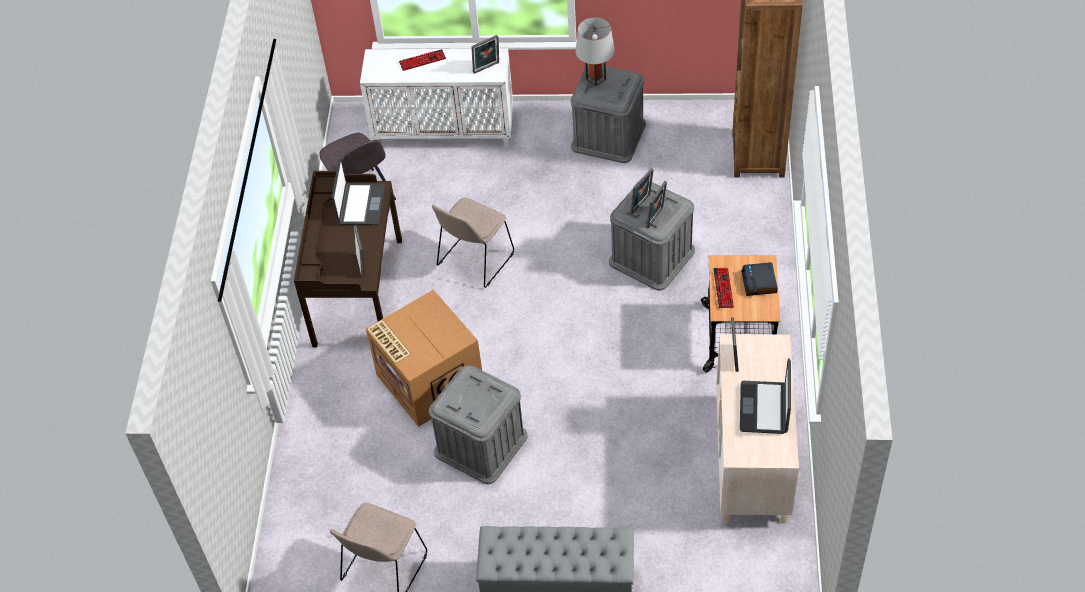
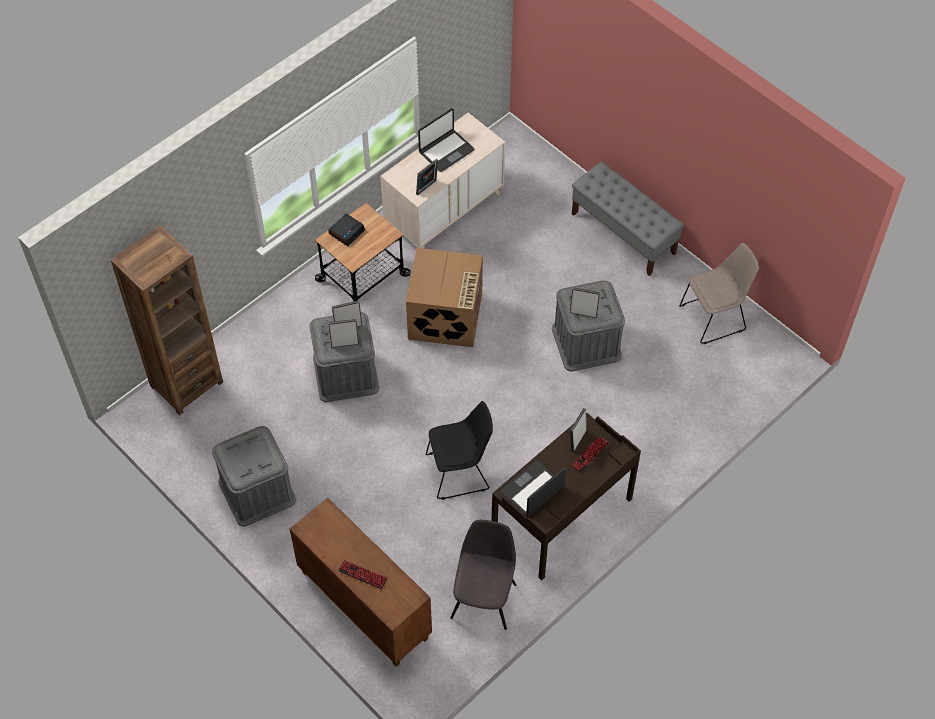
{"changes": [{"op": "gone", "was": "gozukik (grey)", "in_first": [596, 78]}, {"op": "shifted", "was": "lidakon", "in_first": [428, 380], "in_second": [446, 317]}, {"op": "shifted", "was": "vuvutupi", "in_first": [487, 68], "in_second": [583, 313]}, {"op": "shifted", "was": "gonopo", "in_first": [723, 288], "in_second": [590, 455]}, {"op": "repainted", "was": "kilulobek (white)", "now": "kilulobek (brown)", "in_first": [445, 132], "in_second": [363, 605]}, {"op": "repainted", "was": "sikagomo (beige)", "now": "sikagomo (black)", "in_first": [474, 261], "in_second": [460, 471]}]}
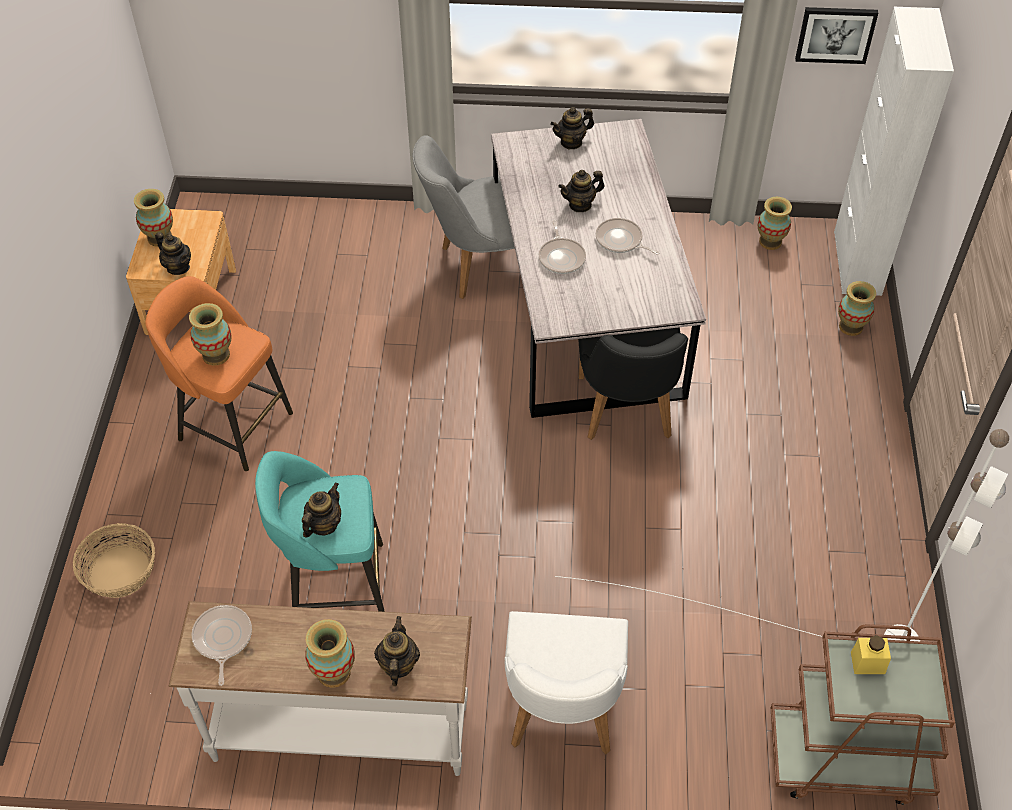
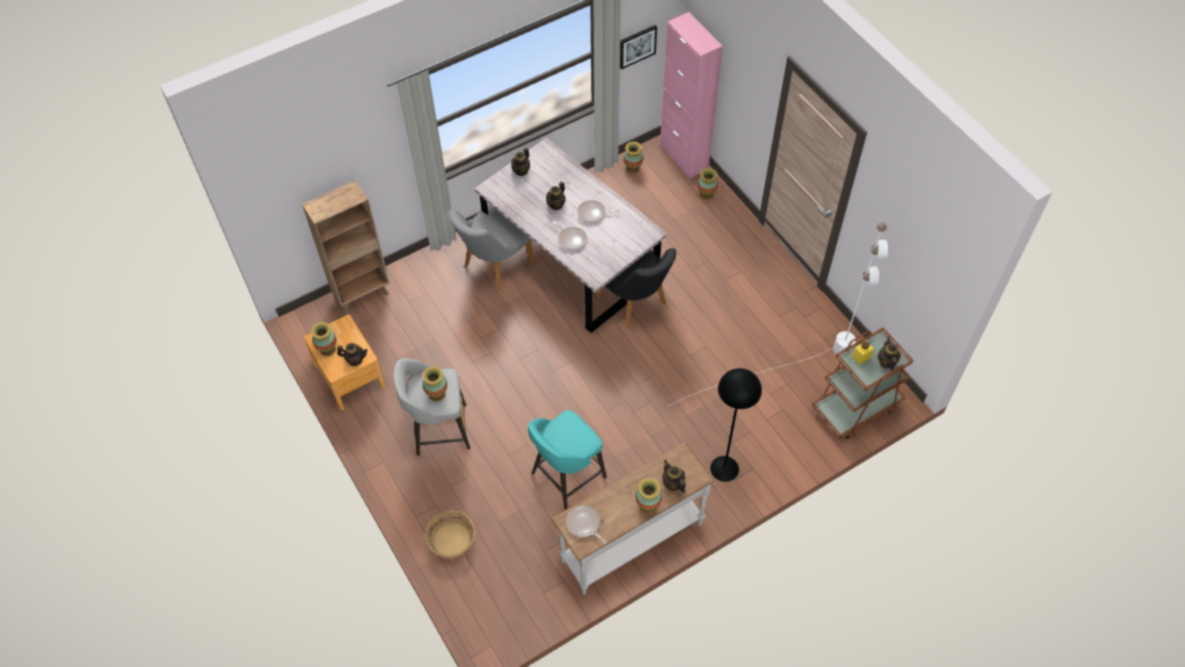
{"changes": [{"op": "new", "now": "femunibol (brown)", "in_second": [363, 294]}, {"op": "shifted", "was": "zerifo", "in_first": [323, 525], "in_second": [886, 362]}, {"op": "swapped", "was": "sikagomo (white)", "now": "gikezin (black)", "in_first": [561, 717], "in_second": [724, 469]}, {"op": "repainted", "was": "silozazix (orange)", "now": "silozazix (grey)", "in_first": [232, 425], "in_second": [439, 429]}, {"op": "repainted", "was": "kilulobek (white)", "now": "kilulobek (pink)", "in_first": [857, 263], "in_second": [684, 157]}]}
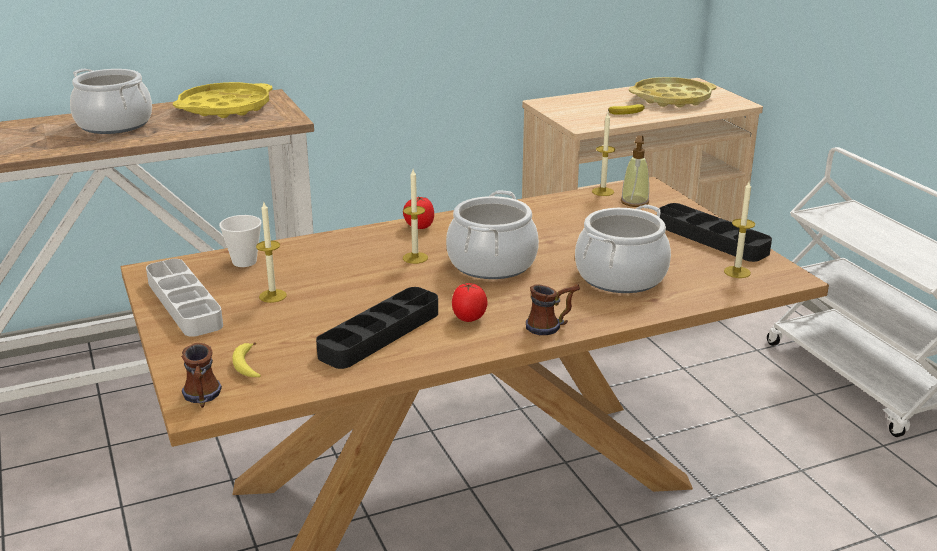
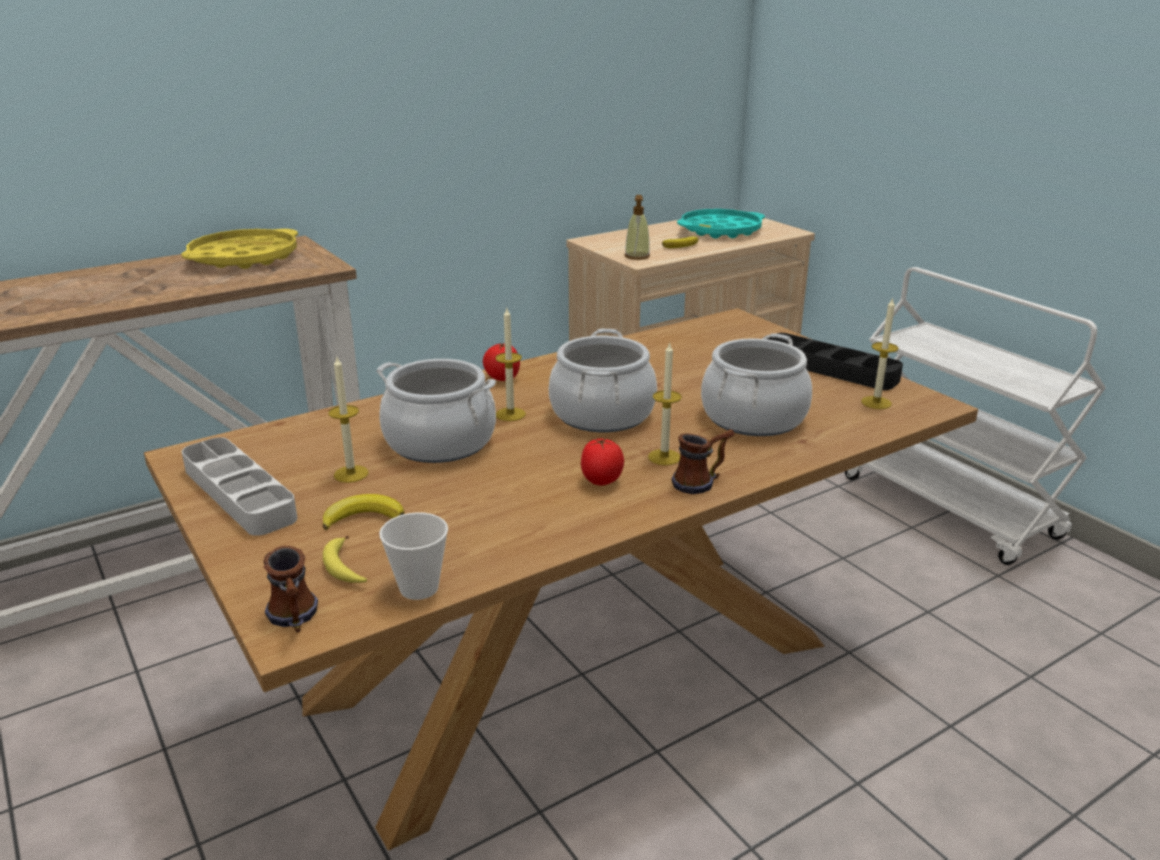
{"changes": [{"op": "gone", "was": "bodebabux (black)", "in_first": [380, 334]}, {"op": "new", "now": "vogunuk", "in_second": [363, 517]}, {"op": "shifted", "was": "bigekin", "in_first": [114, 124], "in_second": [440, 442]}, {"op": "shifted", "was": "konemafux", "in_first": [244, 262], "in_second": [419, 588]}, {"op": "shifted", "was": "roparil", "in_first": [603, 191], "in_second": [664, 457]}, {"op": "shifted", "was": "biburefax", "in_first": [634, 202], "in_second": [637, 256]}, {"op": "repainted", "was": "bodebabux (yellow)", "now": "bodebabux (turquoise)", "in_first": [671, 99], "in_second": [720, 230]}]}
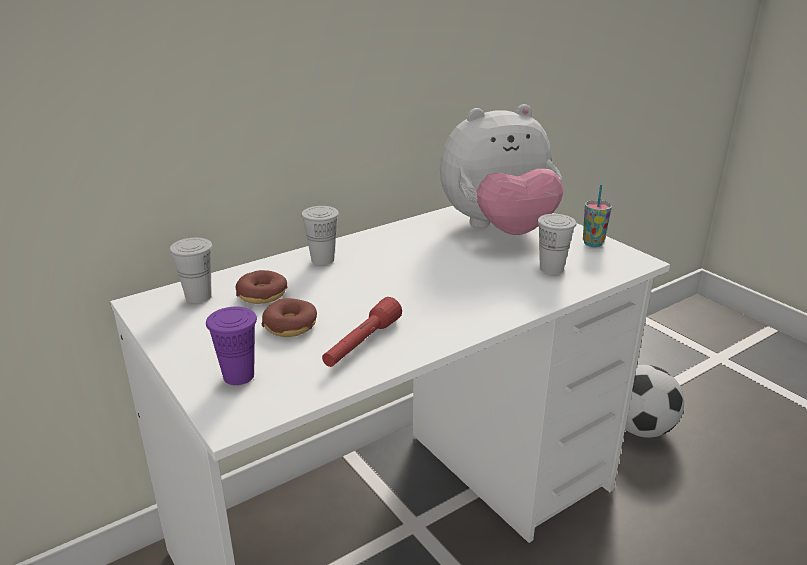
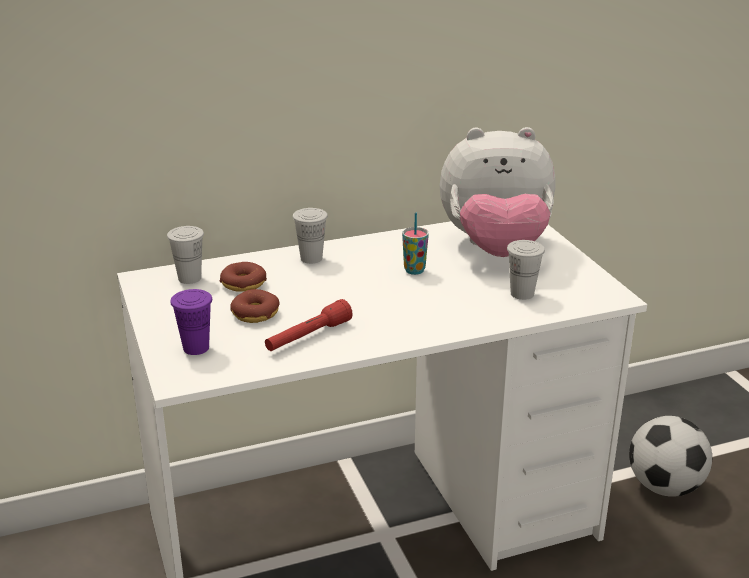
{"changes": [{"op": "shifted", "was": "konemafux", "in_first": [593, 243], "in_second": [414, 270]}]}
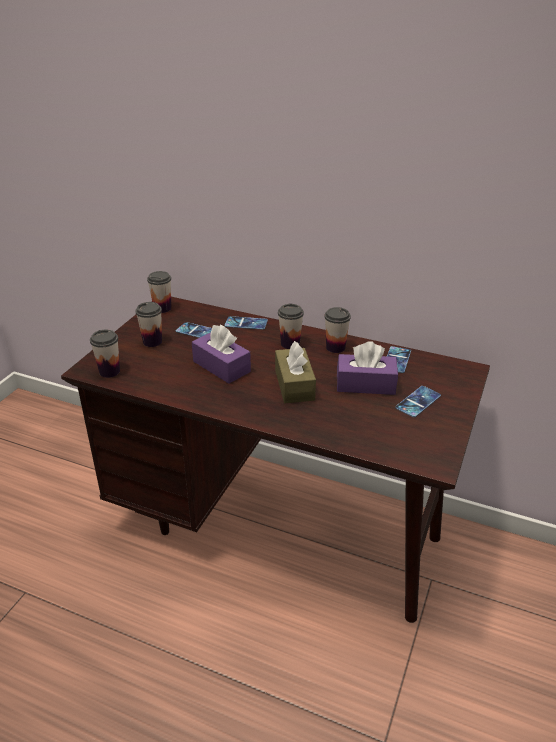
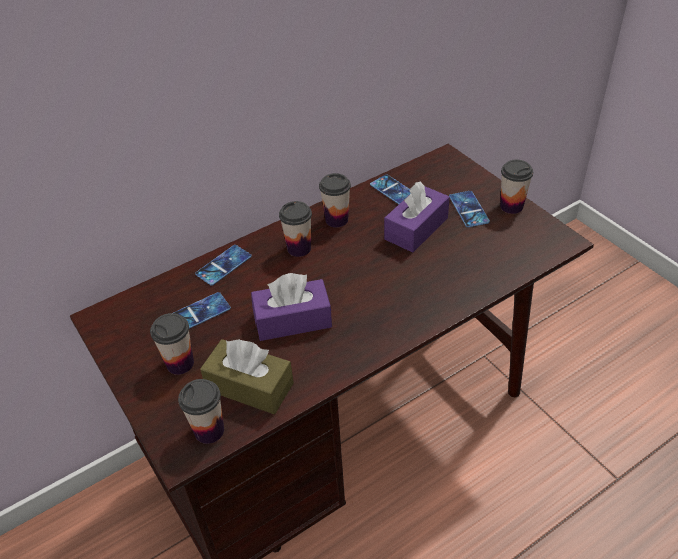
{"changes": [{"op": "shifted", "was": "konemafux", "in_first": [162, 308], "in_second": [511, 206]}, {"op": "shifted", "was": "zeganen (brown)", "in_first": [294, 385], "in_second": [249, 386]}]}
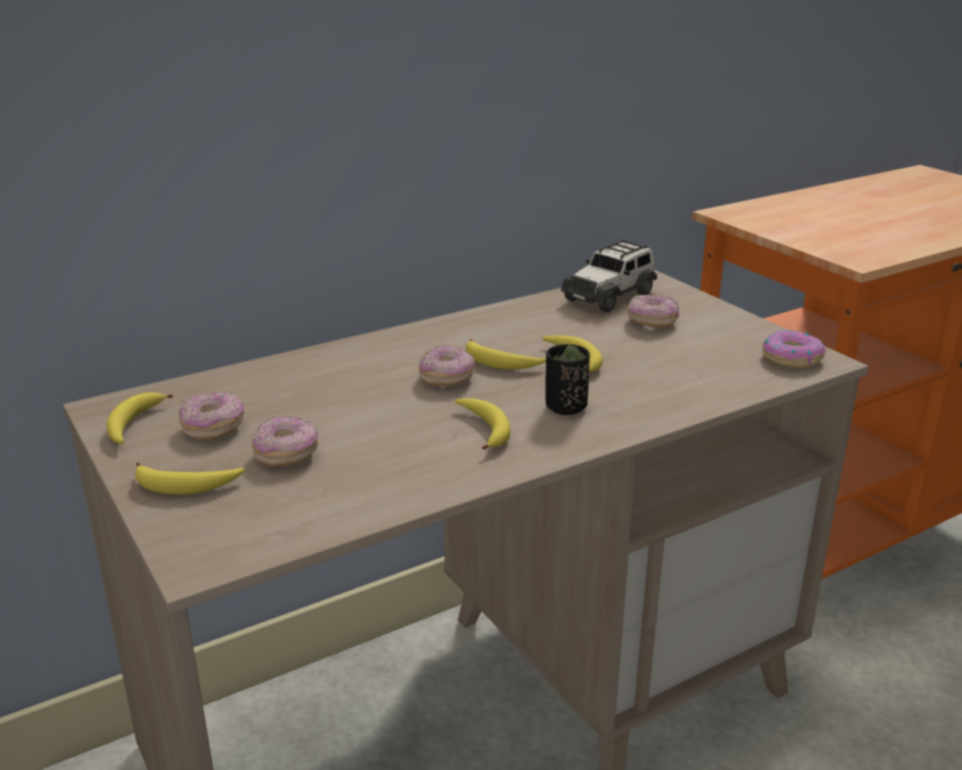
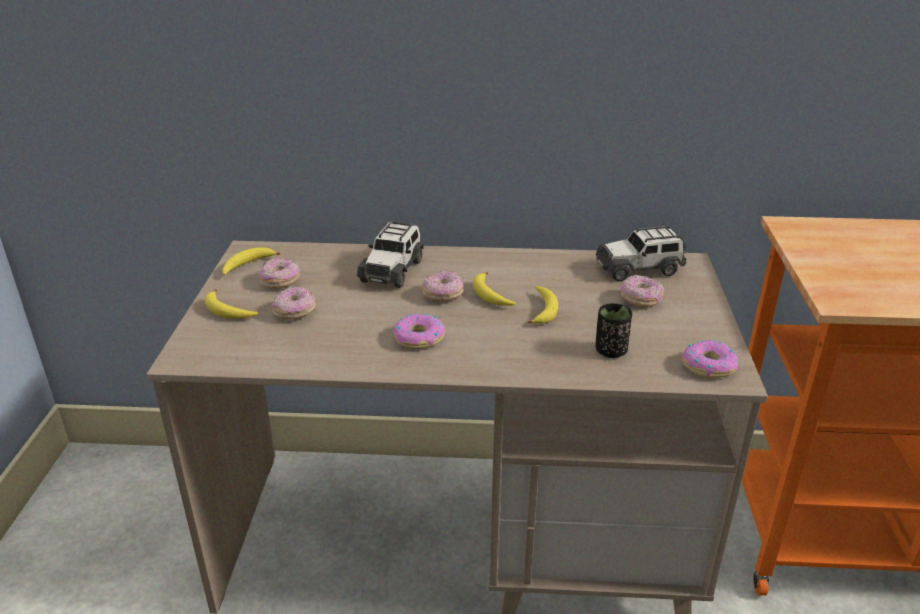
{"changes": [{"op": "new", "now": "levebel", "in_second": [392, 270]}, {"op": "shifted", "was": "konemafux (black)", "in_first": [565, 407], "in_second": [610, 351]}, {"op": "swapped", "was": "vogunuk", "now": "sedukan", "in_first": [484, 429], "in_second": [419, 338]}]}
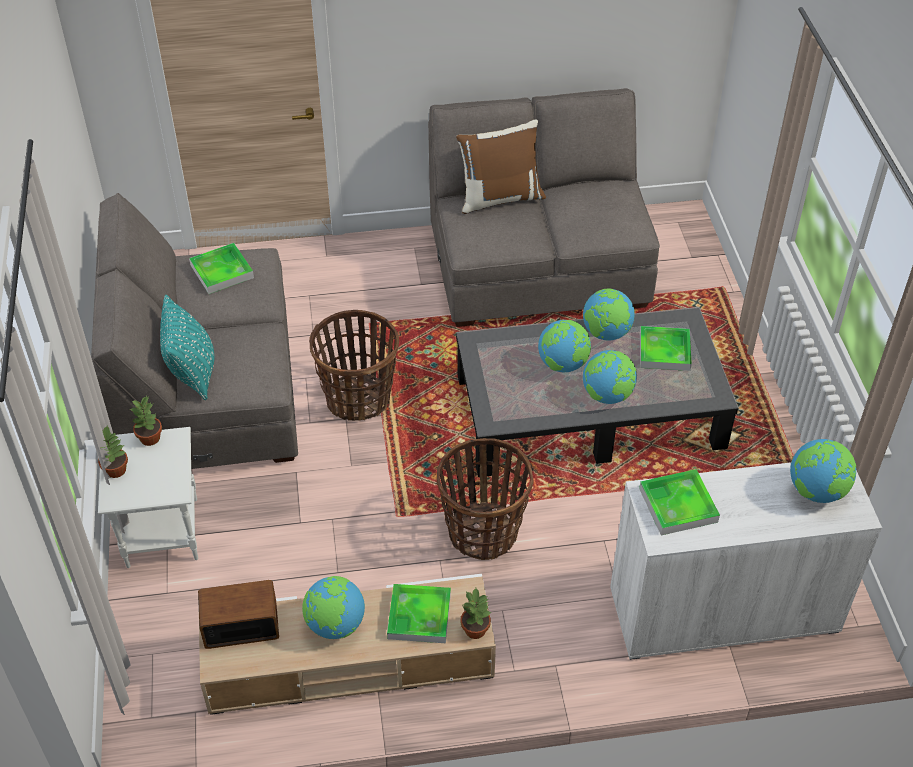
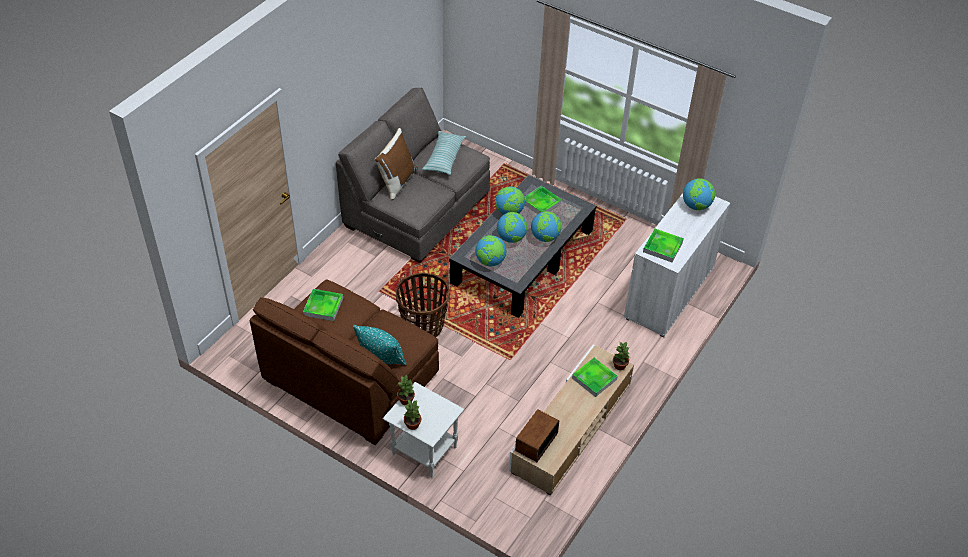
{"changes": [{"op": "gone", "was": "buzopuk", "in_first": [483, 532]}, {"op": "new", "now": "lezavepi", "in_second": [444, 158]}, {"op": "shifted", "was": "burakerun", "in_first": [335, 625], "in_second": [490, 262]}, {"op": "repainted", "was": "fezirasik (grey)", "now": "fezirasik (brown)", "in_first": [209, 391], "in_second": [351, 378]}]}
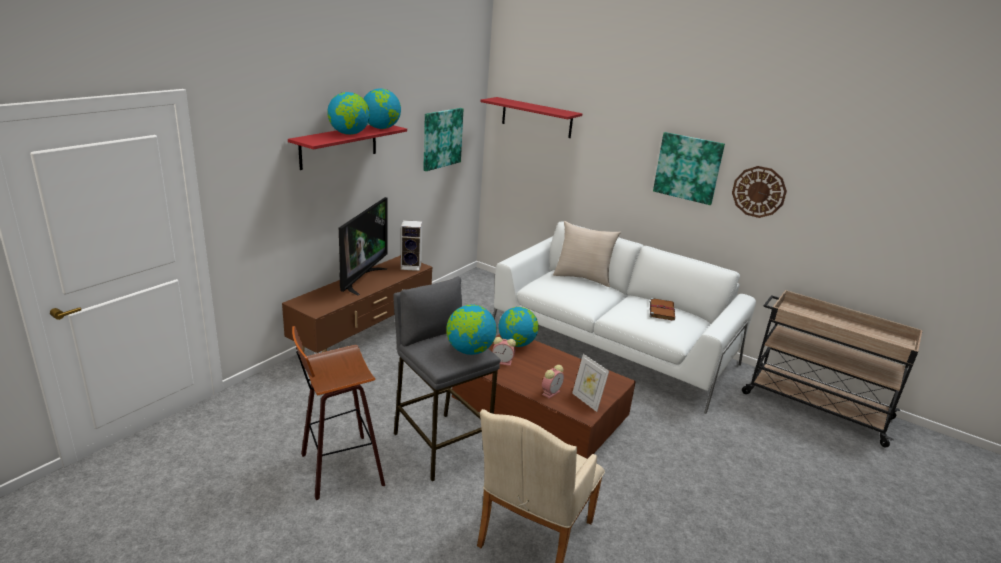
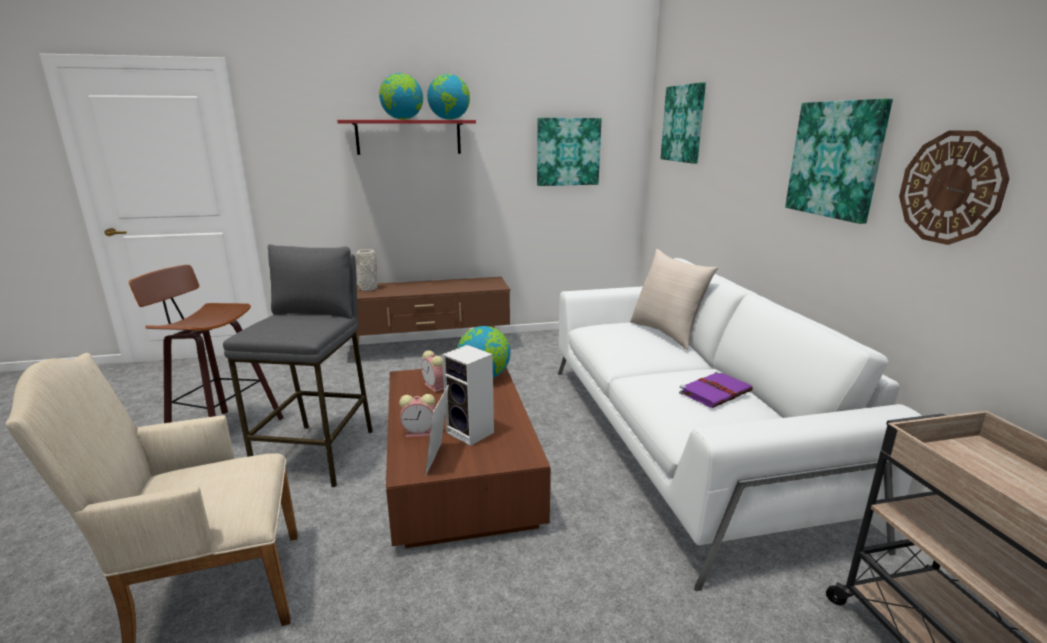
{"changes": [{"op": "gone", "was": "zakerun", "in_first": [361, 279]}, {"op": "gone", "was": "burakerun", "in_first": [469, 351]}, {"op": "new", "now": "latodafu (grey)", "in_second": [368, 289]}, {"op": "shifted", "was": "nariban", "in_first": [412, 266], "in_second": [472, 433]}, {"op": "swapped", "was": "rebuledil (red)", "now": "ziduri", "in_first": [536, 117], "in_second": [684, 123]}, {"op": "repainted", "was": "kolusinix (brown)", "now": "kolusinix (purple)", "in_first": [661, 310], "in_second": [716, 392]}]}
